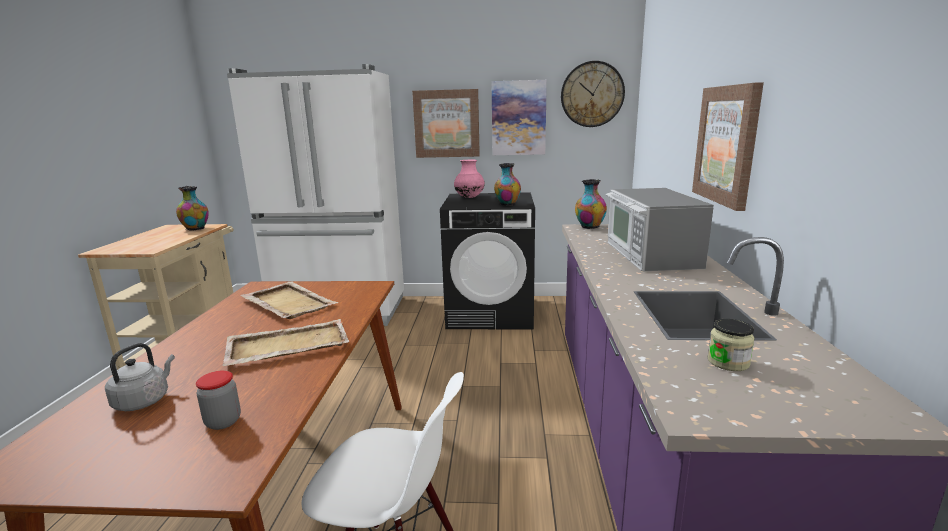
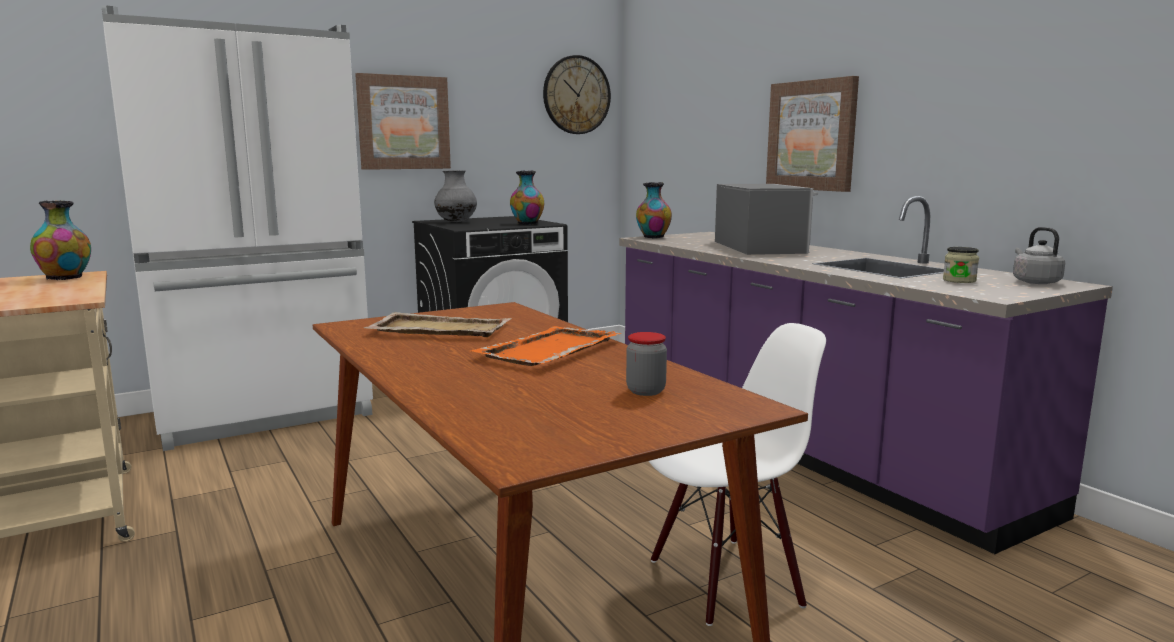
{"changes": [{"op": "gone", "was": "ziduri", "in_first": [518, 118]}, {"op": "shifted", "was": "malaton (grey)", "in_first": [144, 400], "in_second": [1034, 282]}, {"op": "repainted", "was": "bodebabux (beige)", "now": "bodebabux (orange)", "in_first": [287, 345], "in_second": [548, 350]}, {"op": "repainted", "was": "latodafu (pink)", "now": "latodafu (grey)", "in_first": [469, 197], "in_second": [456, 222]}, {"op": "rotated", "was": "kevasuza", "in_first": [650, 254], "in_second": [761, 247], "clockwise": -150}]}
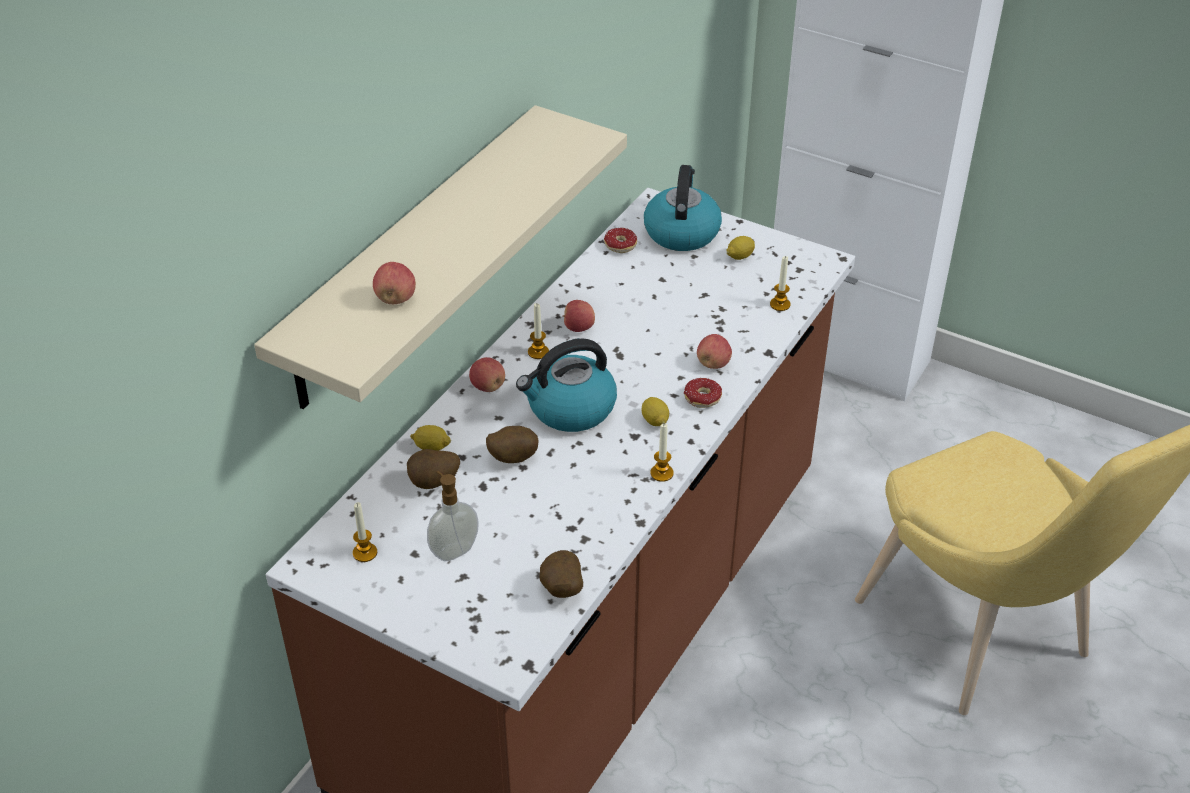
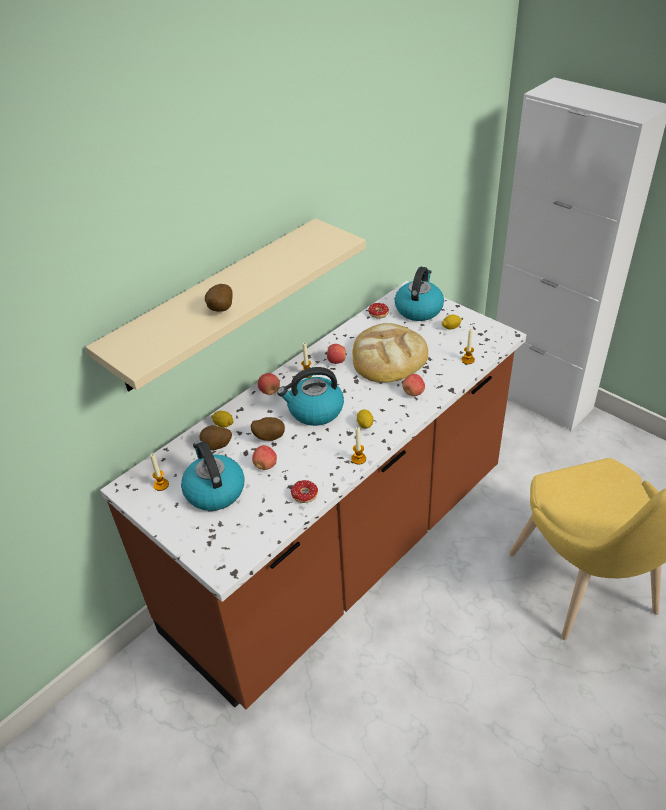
{"changes": [{"op": "new", "now": "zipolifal", "in_second": [388, 357]}, {"op": "shifted", "was": "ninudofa", "in_first": [395, 298], "in_second": [265, 465]}, {"op": "shifted", "was": "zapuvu", "in_first": [561, 590], "in_second": [220, 310]}, {"op": "shifted", "was": "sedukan", "in_first": [703, 403], "in_second": [303, 499]}, {"op": "swapped", "was": "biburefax", "now": "malaton", "in_first": [453, 550], "in_second": [214, 490]}]}
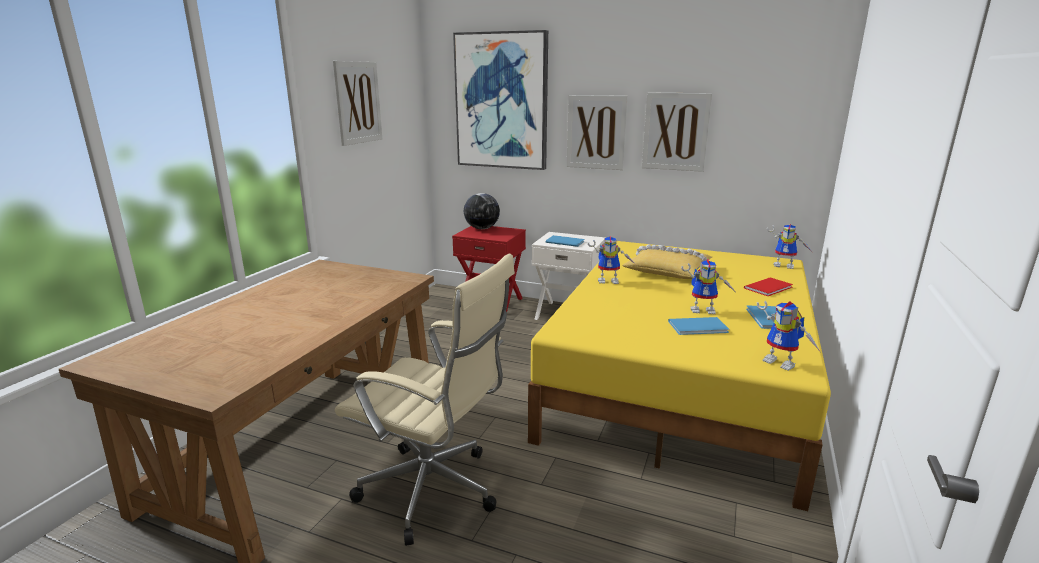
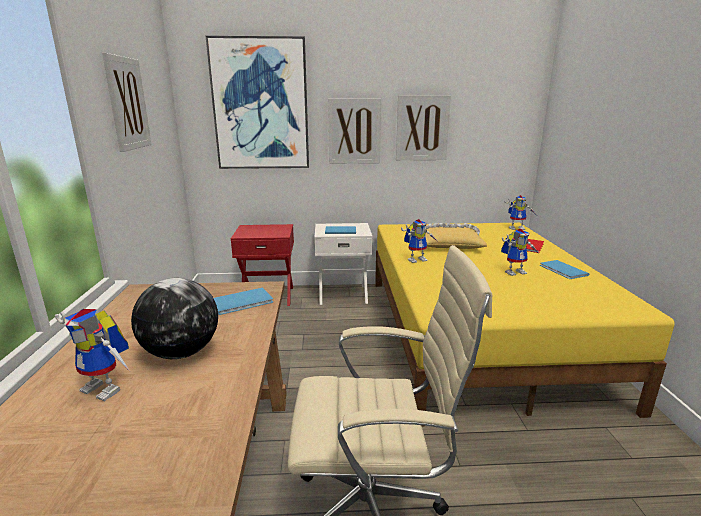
{"changes": [{"op": "shifted", "was": "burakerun", "in_first": [481, 228], "in_second": [181, 352]}, {"op": "shifted", "was": "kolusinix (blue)", "in_first": [700, 327], "in_second": [244, 302]}, {"op": "shifted", "was": "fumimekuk", "in_first": [783, 363], "in_second": [108, 388]}]}
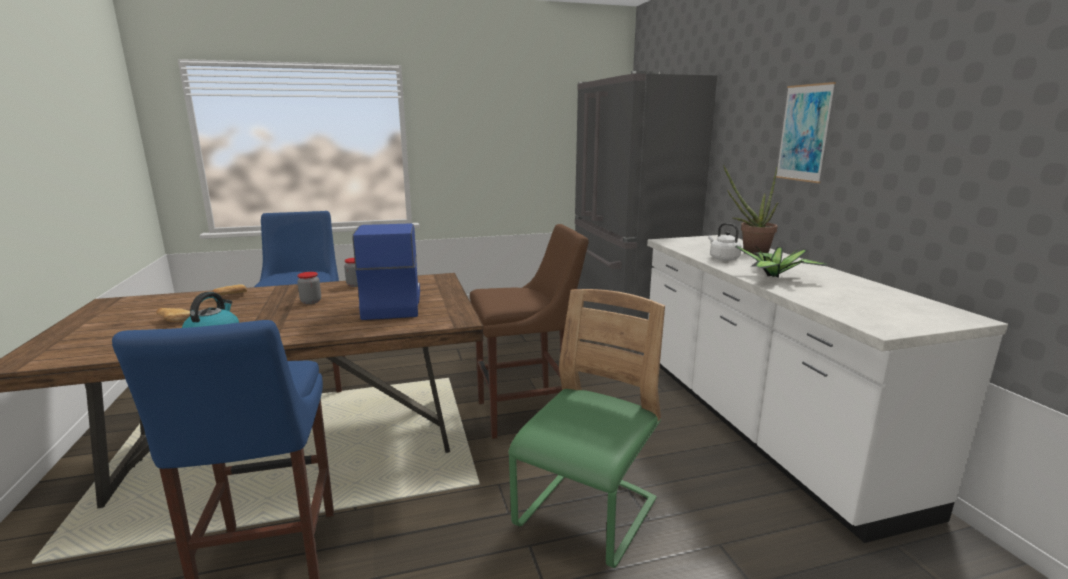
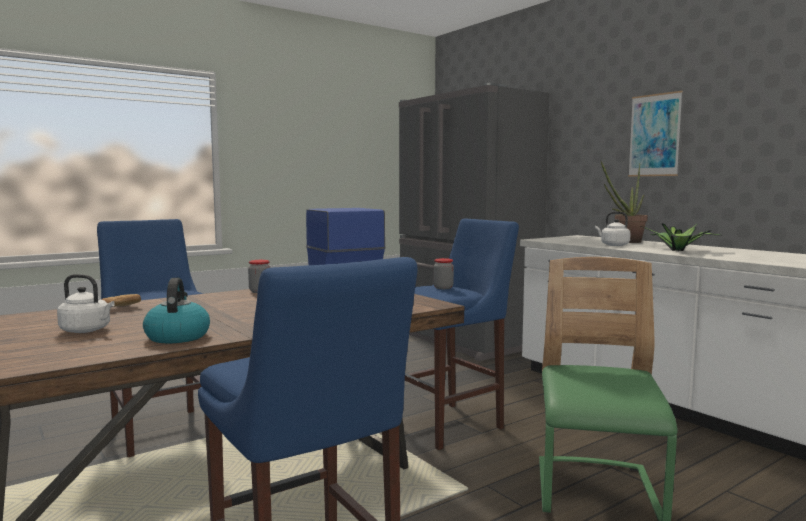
{"changes": [{"op": "shifted", "was": "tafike", "in_first": [311, 301], "in_second": [443, 288]}, {"op": "swapped", "was": "zipolifal", "now": "malaton (white)", "in_first": [174, 321], "in_second": [87, 330]}, {"op": "repainted", "was": "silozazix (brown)", "now": "silozazix (blue)", "in_first": [527, 413], "in_second": [451, 424]}]}
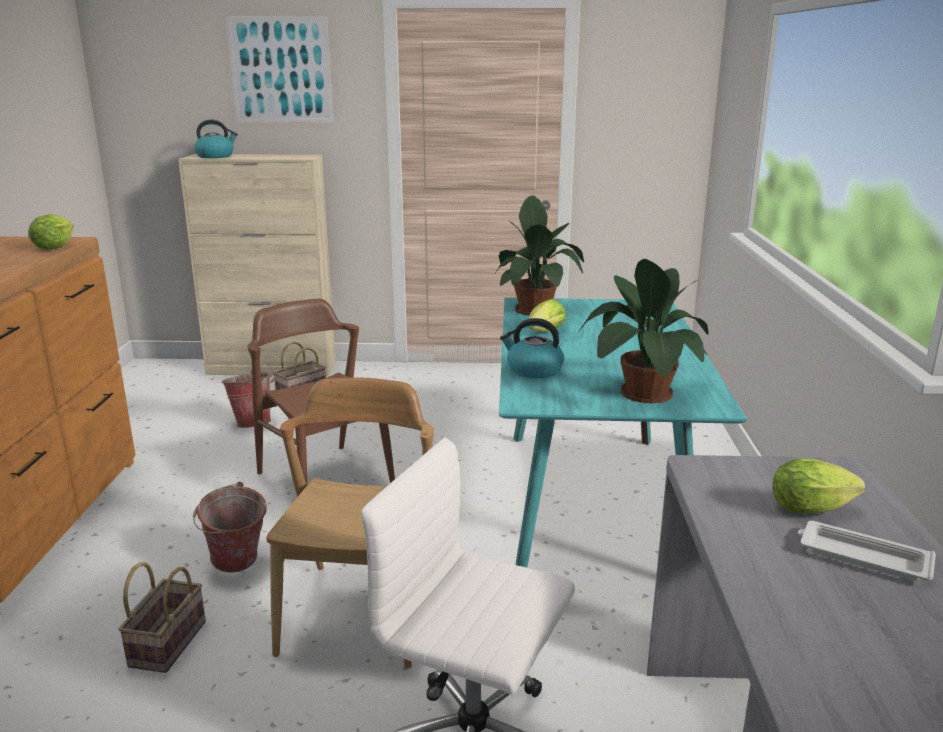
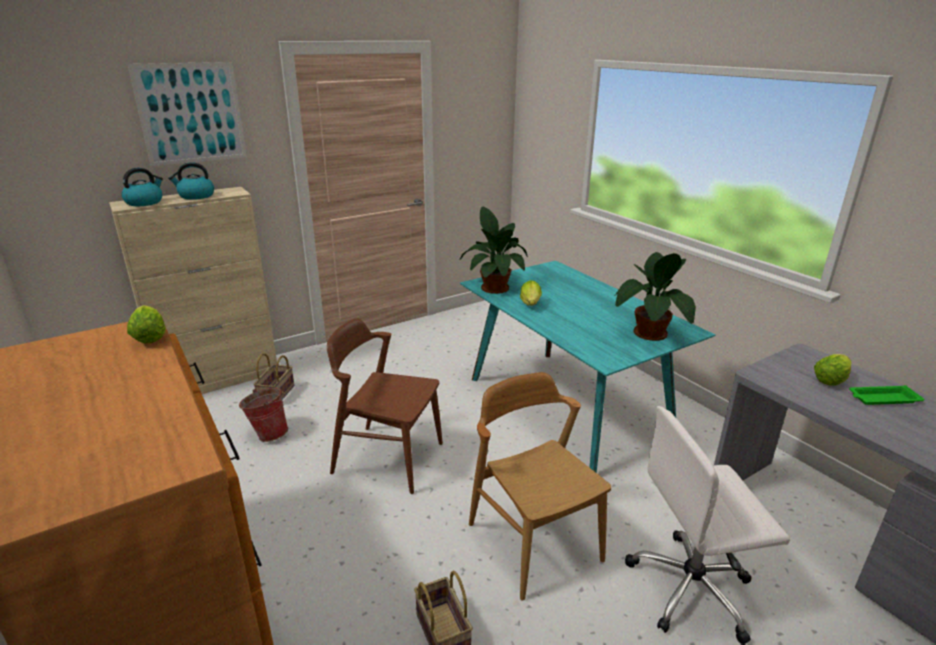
{"changes": [{"op": "gone", "was": "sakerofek", "in_first": [236, 566]}, {"op": "shifted", "was": "malaton", "in_first": [533, 370], "in_second": [196, 196]}, {"op": "repainted", "was": "bodebabux (white)", "now": "bodebabux (green)", "in_first": [861, 557], "in_second": [882, 399]}]}
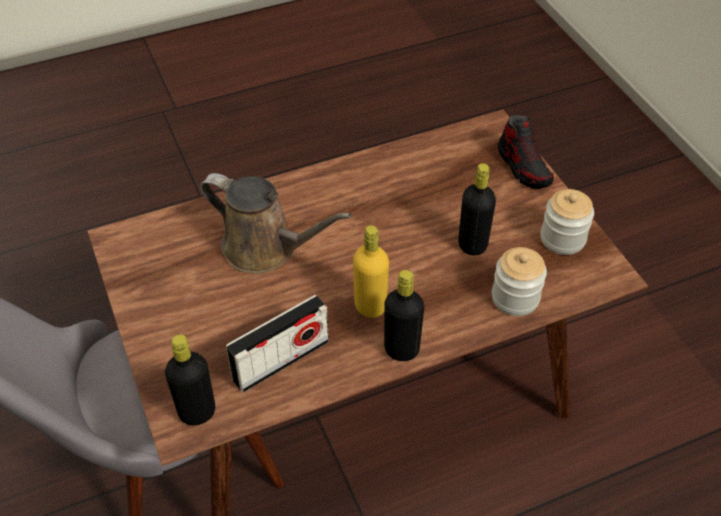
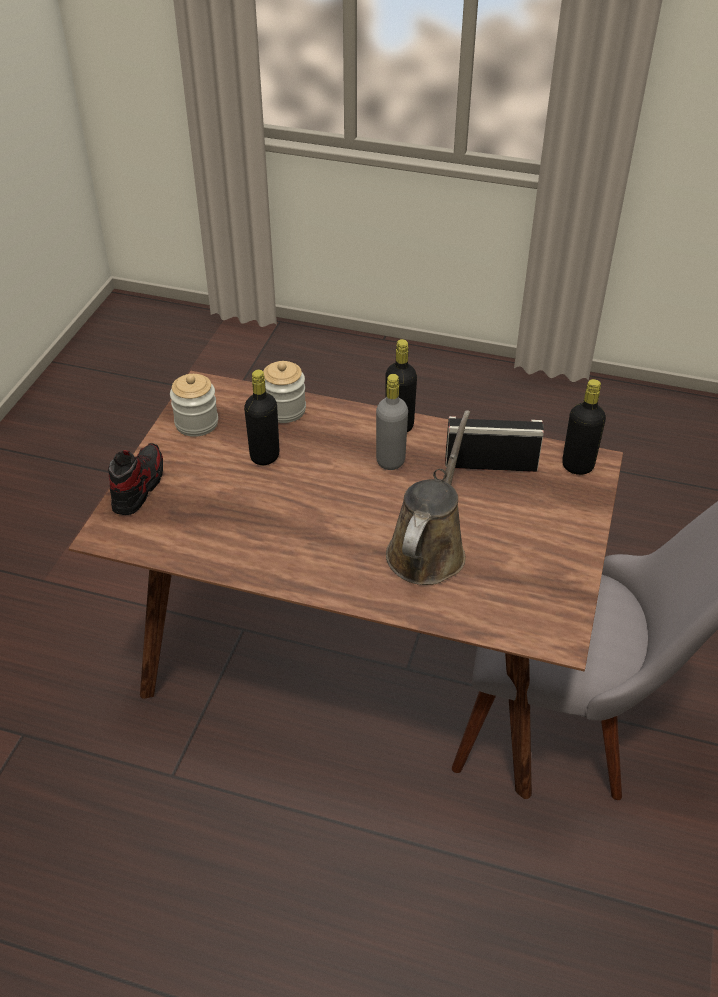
{"changes": [{"op": "repainted", "was": "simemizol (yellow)", "now": "simemizol (grey)", "in_first": [370, 306], "in_second": [390, 461]}, {"op": "rotated", "was": "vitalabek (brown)", "in_first": [265, 248], "in_second": [428, 549], "clockwise": 45}]}
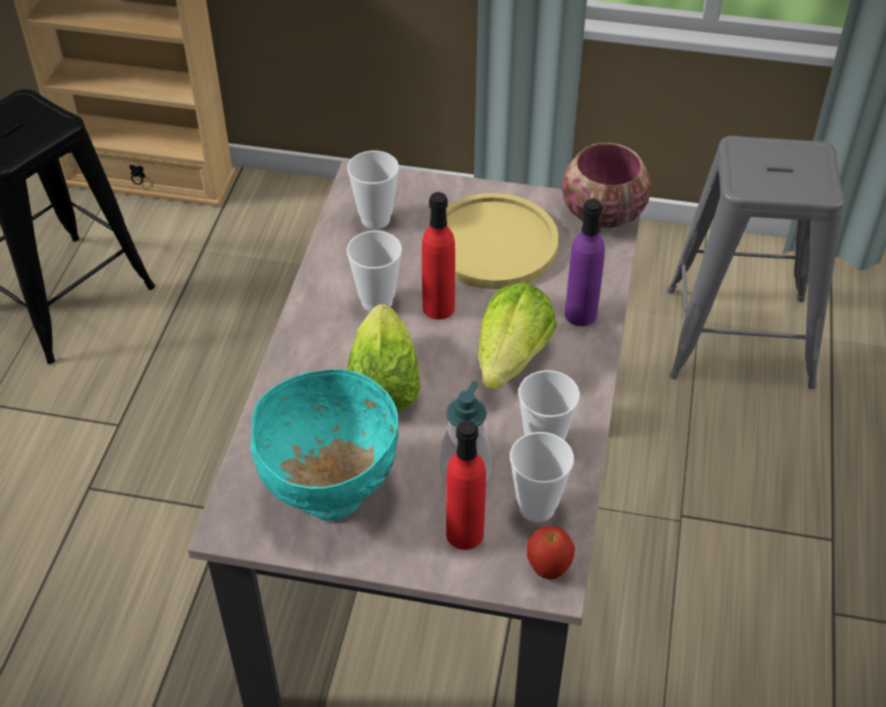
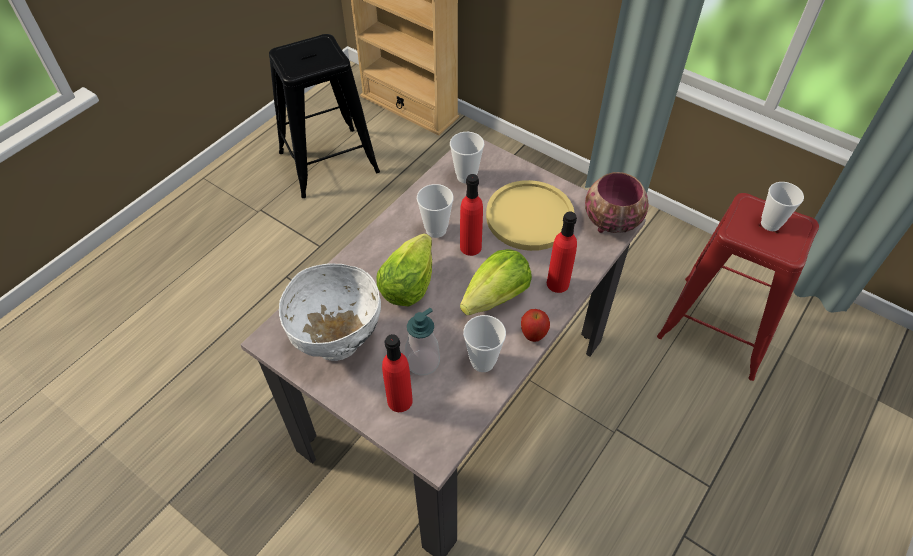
{"changes": [{"op": "shifted", "was": "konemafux", "in_first": [537, 507], "in_second": [770, 224]}, {"op": "shifted", "was": "ninudofa", "in_first": [548, 569], "in_second": [533, 335]}, {"op": "repainted", "was": "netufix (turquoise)", "now": "netufix (white)", "in_first": [330, 493], "in_second": [337, 342]}, {"op": "repainted", "was": "simemizol (purple)", "now": "simemizol (red)", "in_first": [580, 314], "in_second": [557, 283]}, {"op": "repainted", "was": "silozazix (grey)", "now": "silozazix (red)", "in_first": [738, 337], "in_second": [718, 327]}]}
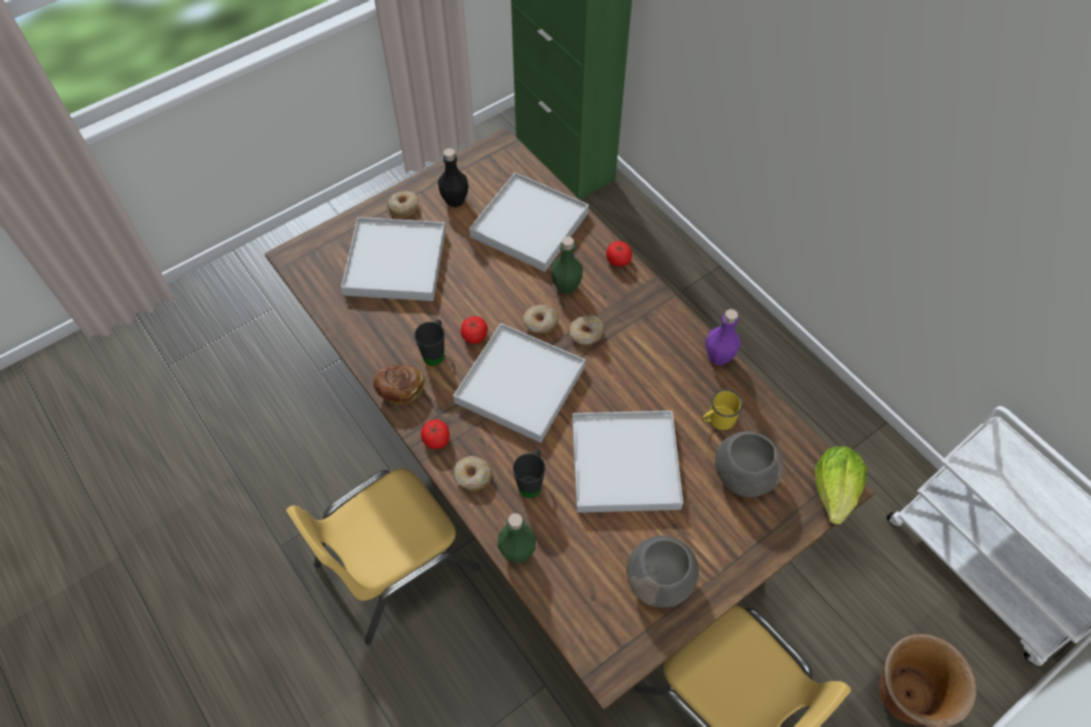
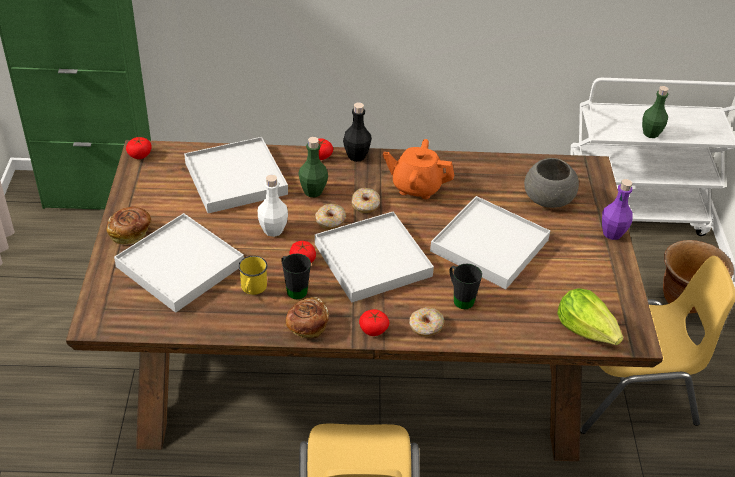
{"changes": [{"op": "gone", "was": "netufix (grey)", "in_first": [661, 580]}, {"op": "new", "now": "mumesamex", "in_second": [140, 155]}, {"op": "new", "now": "simemizol (white)", "in_second": [273, 230]}, {"op": "new", "now": "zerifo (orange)", "in_second": [416, 187]}, {"op": "shifted", "was": "simemizol (black)", "in_first": [455, 200], "in_second": [356, 156]}, {"op": "shifted", "was": "simemizol (green)", "in_first": [517, 552], "in_second": [650, 133]}, {"op": "shifted", "was": "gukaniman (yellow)", "in_first": [717, 419], "in_second": [252, 289]}, {"op": "shifted", "was": "simemizol (purple)", "in_first": [718, 356], "in_second": [612, 233]}, {"op": "shifted", "was": "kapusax", "in_first": [835, 491], "in_second": [586, 329]}, {"op": "swapped", "was": "sedukan", "now": "zipolifal", "in_first": [403, 207], "in_second": [130, 233]}]}
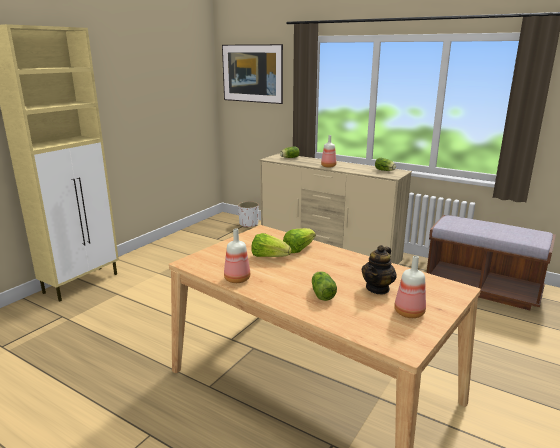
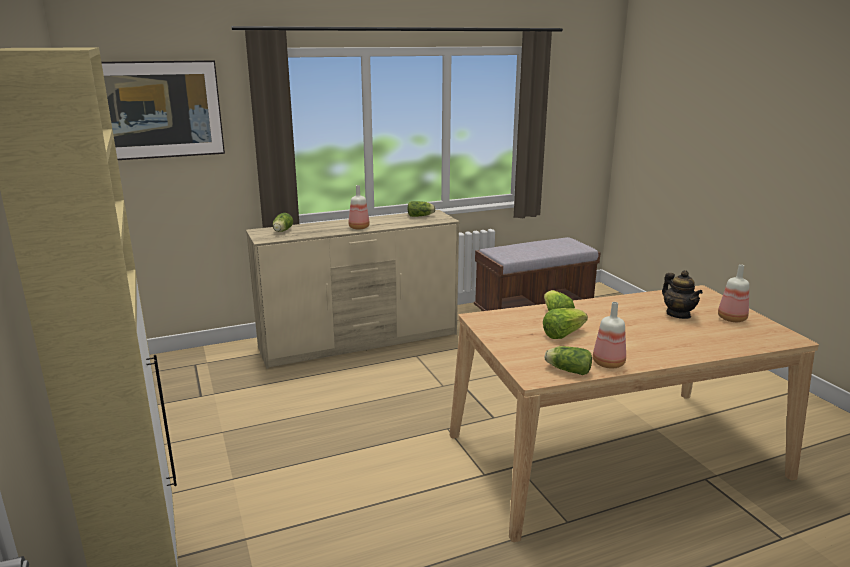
{"changes": [{"op": "gone", "was": "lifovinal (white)", "in_first": [249, 224]}, {"op": "shifted", "was": "kapusax", "in_first": [322, 293], "in_second": [566, 370]}]}
